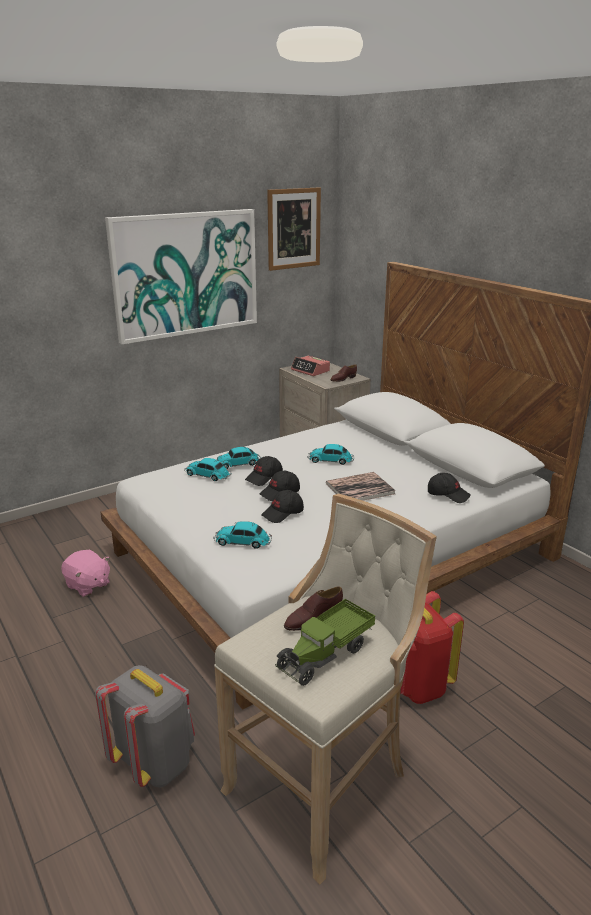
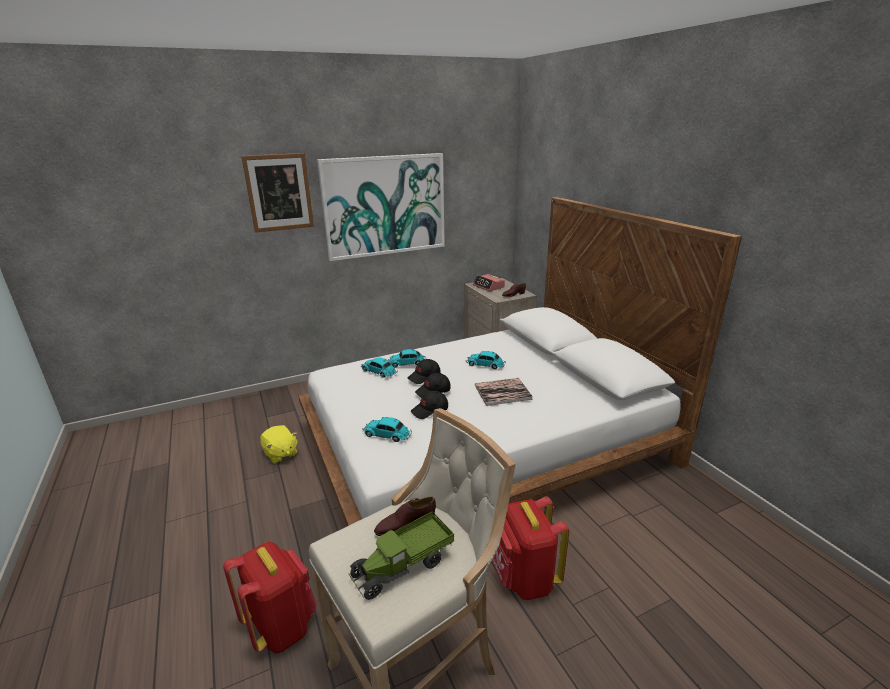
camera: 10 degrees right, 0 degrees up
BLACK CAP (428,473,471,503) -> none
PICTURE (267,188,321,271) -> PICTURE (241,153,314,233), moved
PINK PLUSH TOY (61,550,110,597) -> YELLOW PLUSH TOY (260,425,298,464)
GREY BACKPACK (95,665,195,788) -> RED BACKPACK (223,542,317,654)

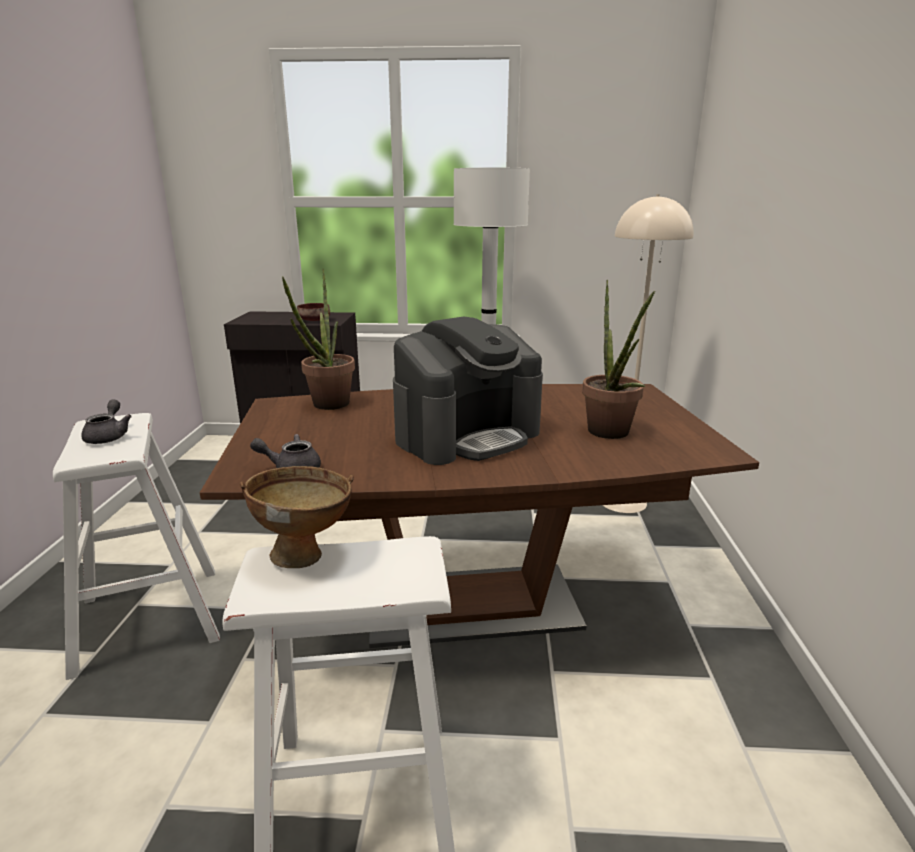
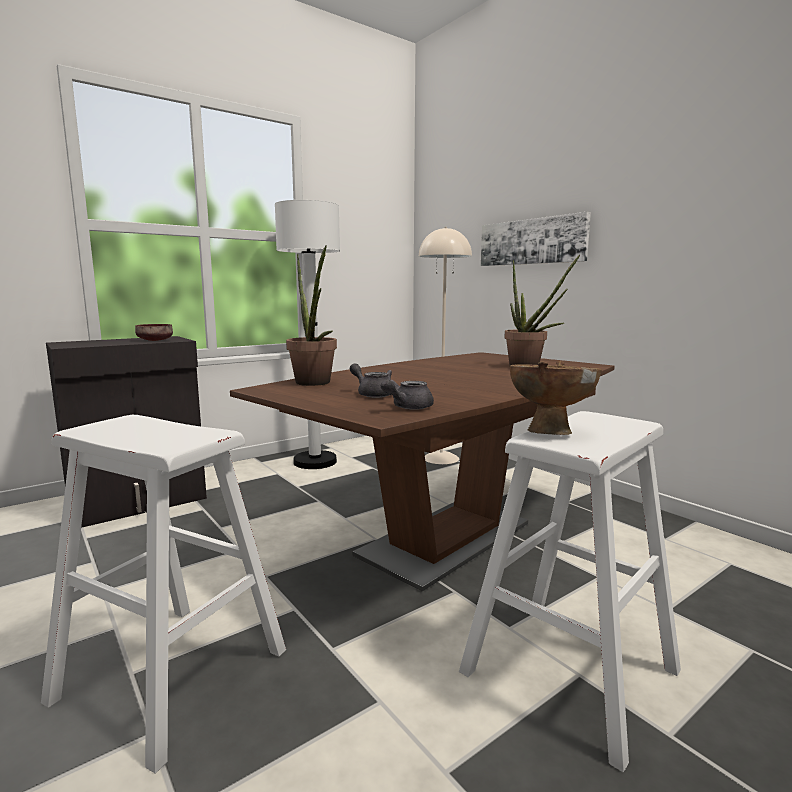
camera: 40 degrees left, 10 degrees down
COFFEE MACHINE (393,316,543,465) -> none
none -> PICTURE (481,212,591,266)
GREY TEAPOT (81,399,132,444) -> GREY TEAPOT (350,363,392,398), moved

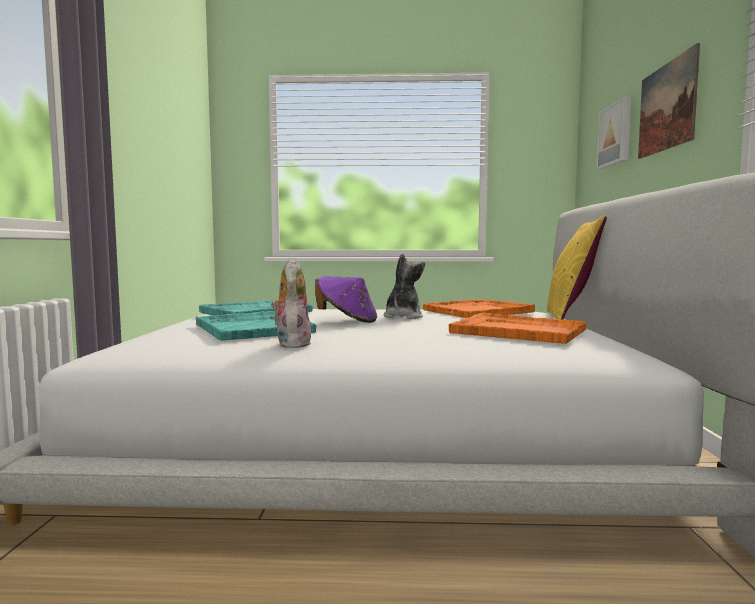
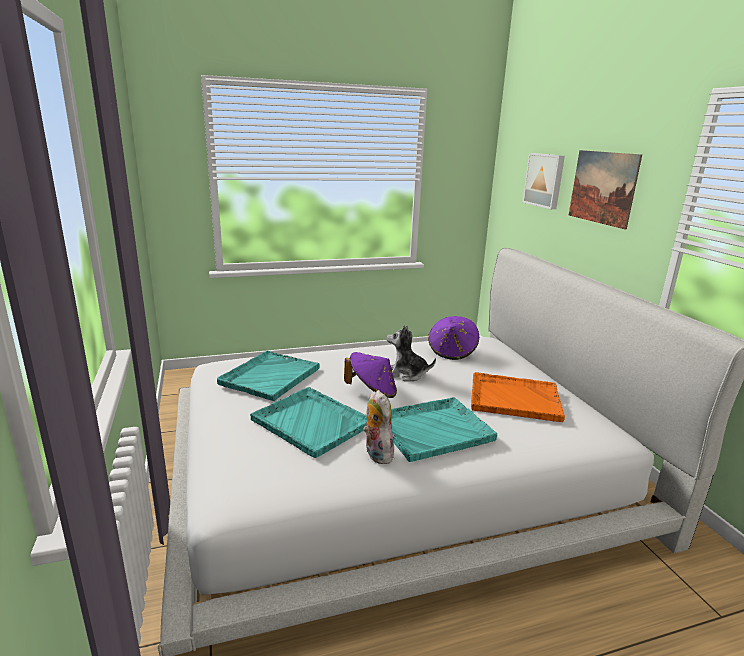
camera: 20 degrees left, 15 degrees up
YELLOW PILLOW (547,216,607,320) -> none
none -> TURQUOISE TRAY (391,397,497,462)
ORANGE TRAY (423,299,535,318) -> PURPLE HAT (428,316,479,360)
PLUSH TOY (384,254,425,319) -> PLUSH TOY (386,325,436,381), 75 degrees counterclockwise

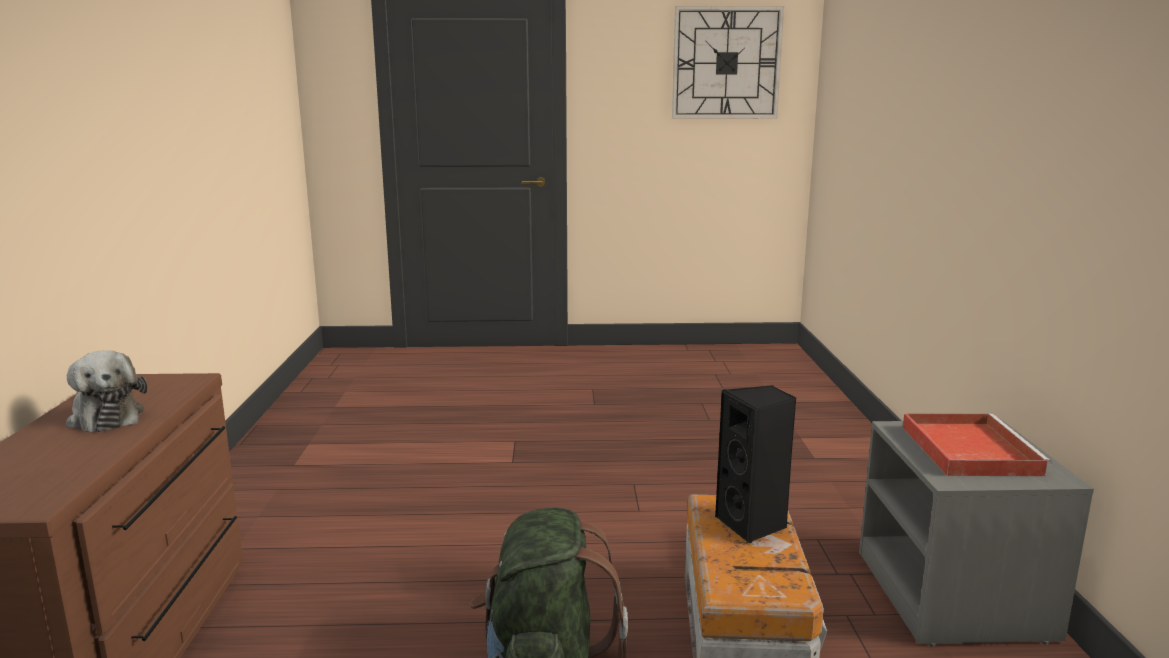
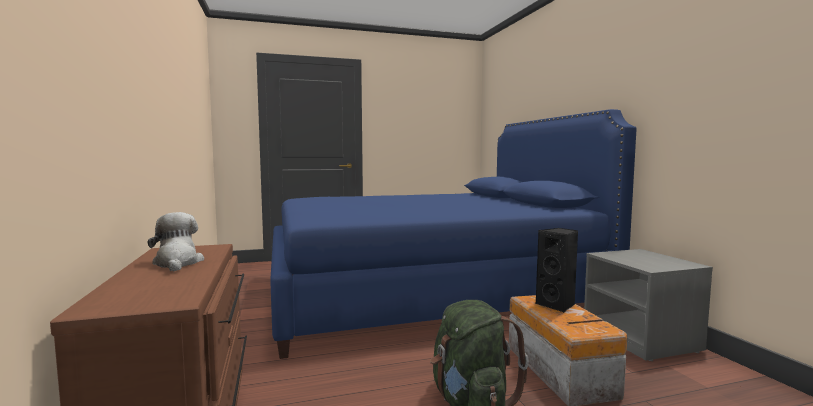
camera: 15 degrees left, 10 degrees down
WALL CLOCK (672,6,784,119) -> none
RED TRAY (903,413,1052,476) -> none
none -> BLUE BED (270,109,636,359)
PLUSH TOY (66,350,147,432) -> PLUSH TOY (147,212,204,272), 150 degrees counterclockwise

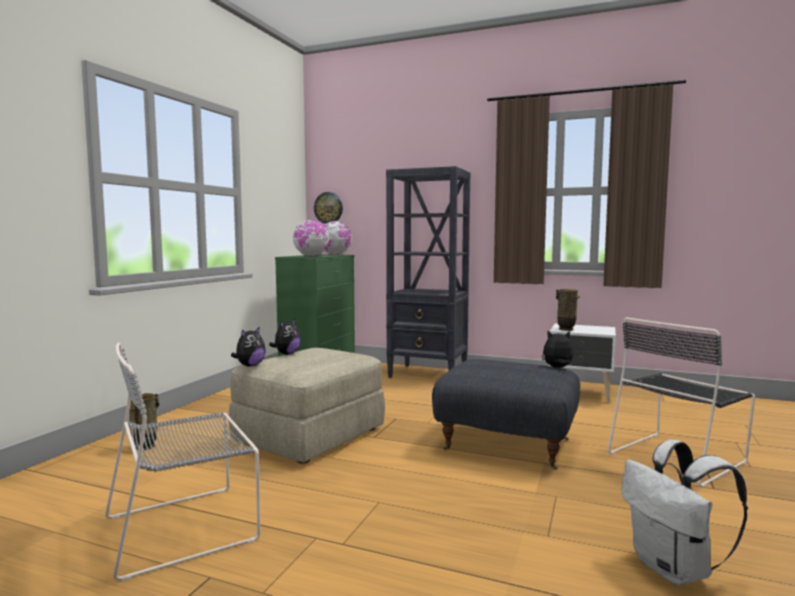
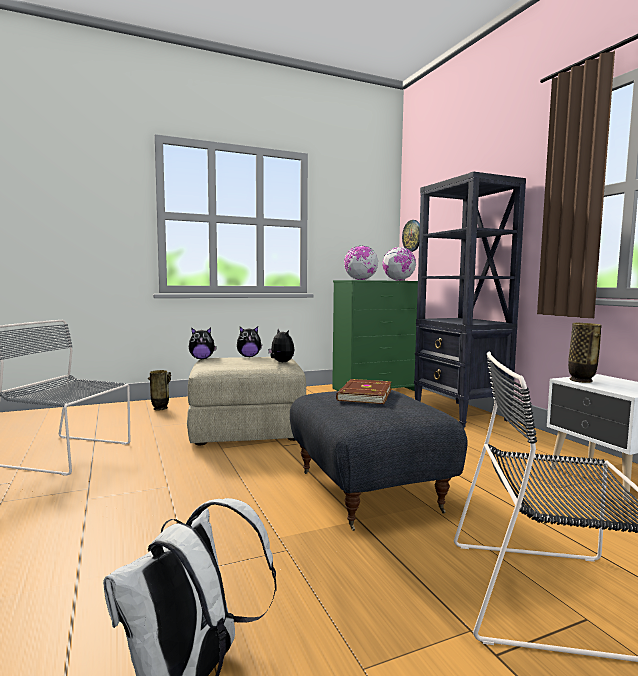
camera: 45 degrees right, 0 degrees up
none -> BROWN BOOK (336,379,391,404)
PLUSH TOY (542,330,573,368) -> PLUSH TOY (268,329,294,362), moved

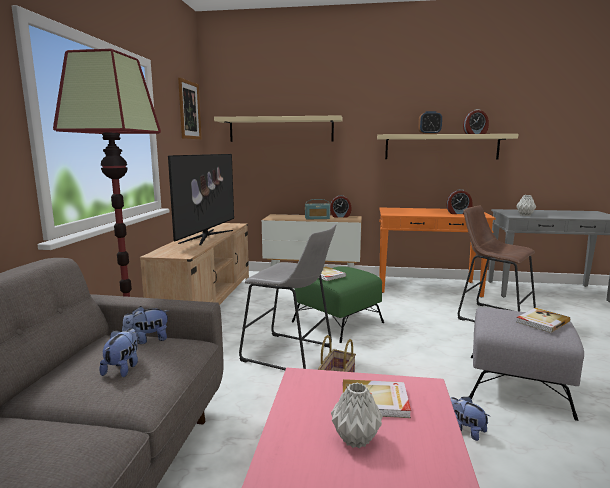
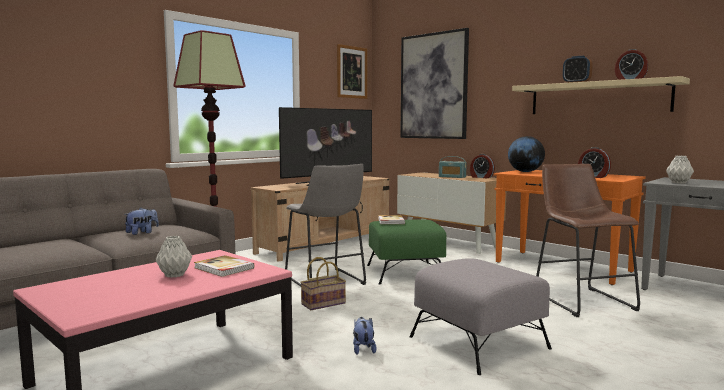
camera: 35 degrees right, 5 degrees down
PLUSH TOY (122,306,170,344) -> none
BOOK (516,308,570,333) -> none
none -> GLOBE (508,136,545,172)
BEIGE SHELF (214,115,343,142) -> PICTURE (400,28,469,139)

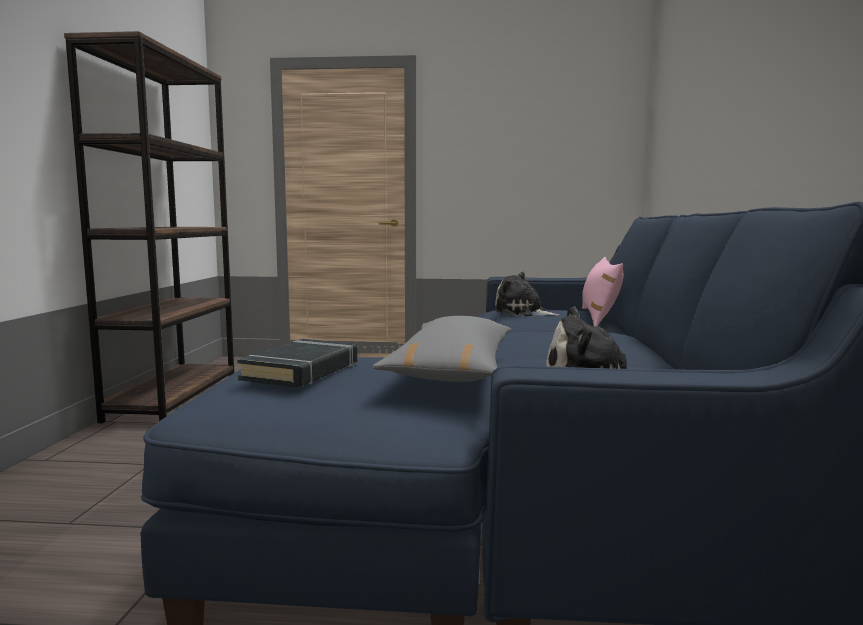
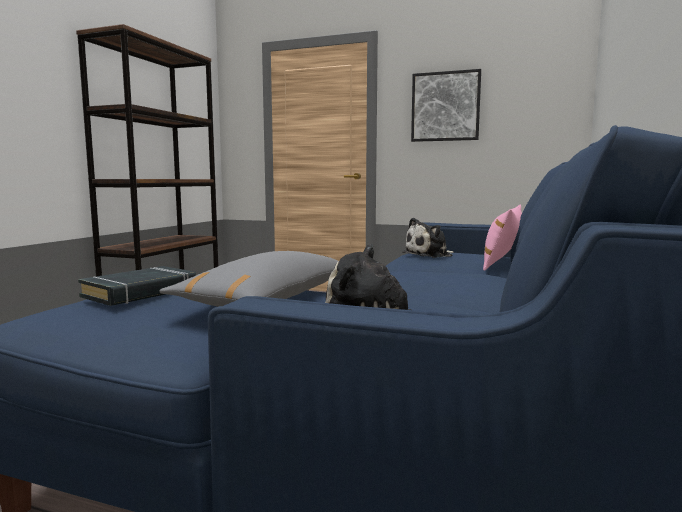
camera: 15 degrees right, 0 degrees up
none -> PICTURE (411,69,481,142)
PLUSH TOY (493,272,559,316) -> PLUSH TOY (402,218,454,258), 75 degrees counterclockwise

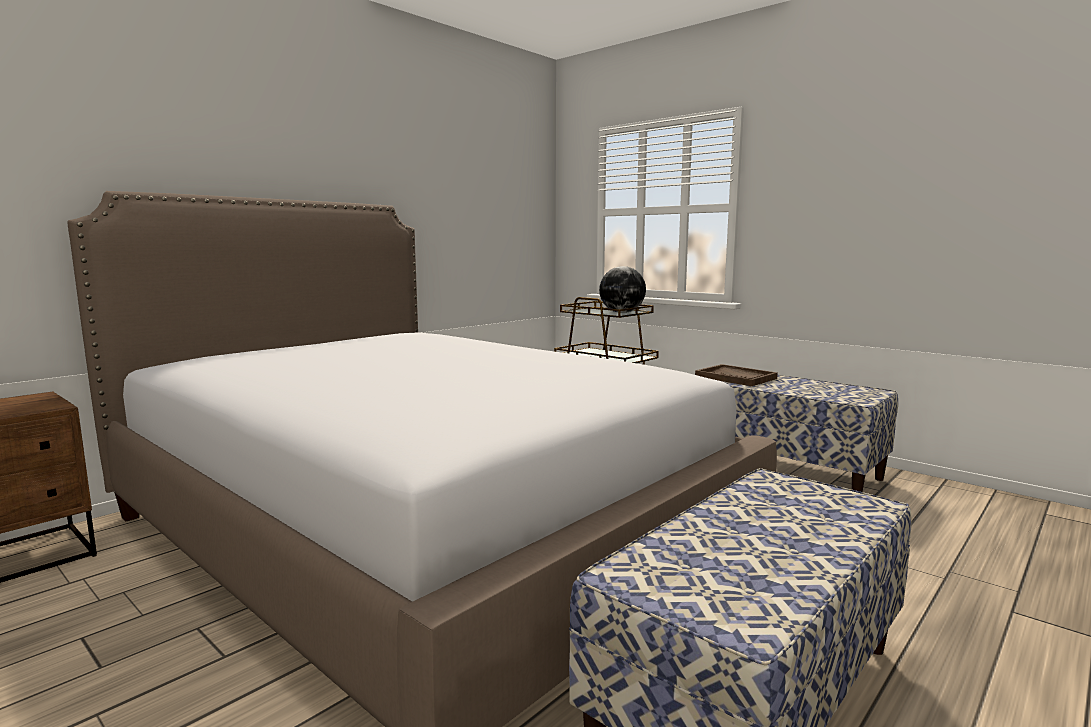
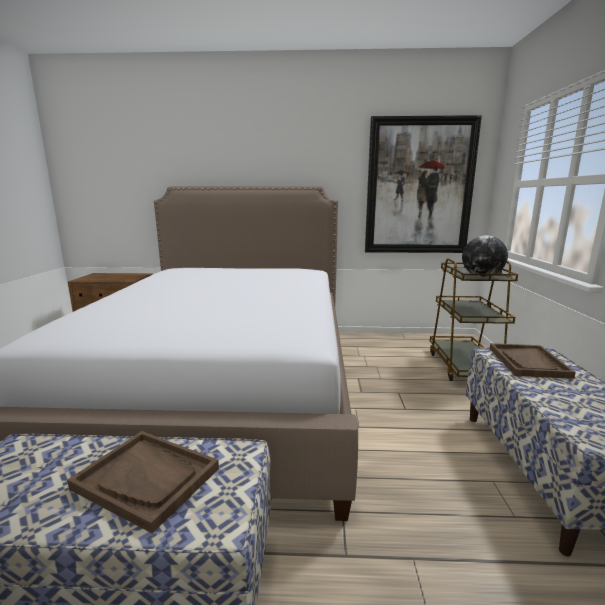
camera: 50 degrees right, 5 degrees up
none -> BROWN TRAY (67,431,219,533)
none -> PICTURE (365,115,482,253)

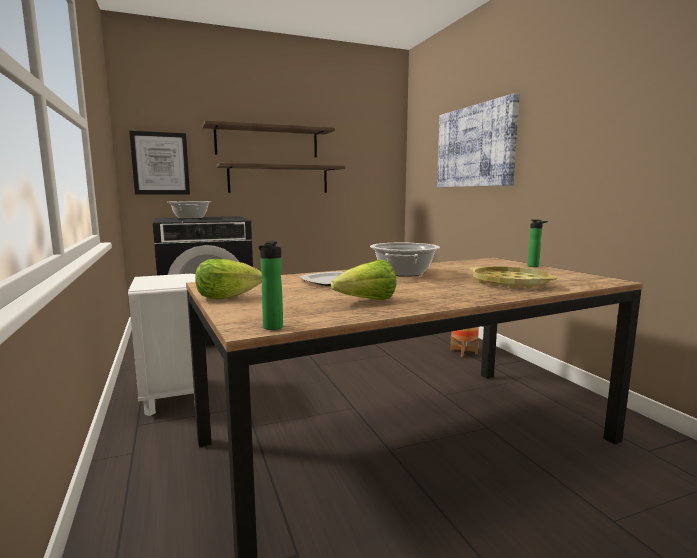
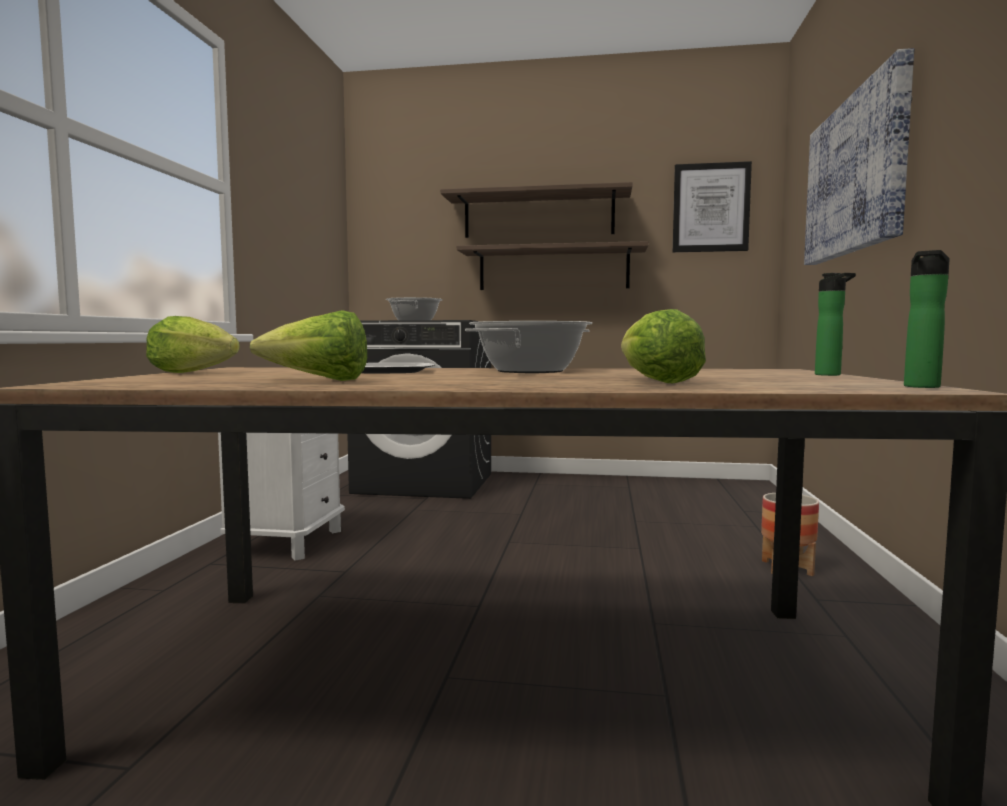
camera: 30 degrees right, 5 degrees down
PICTURE (129,131,190,195) -> PICTURE (673,161,752,252), moved
BOTTLE (259,241,283,330) -> BOTTLE (904,250,950,388), moved
YELLOW TRAY (470,266,558,289) -> LETTUCE (621,309,706,383)

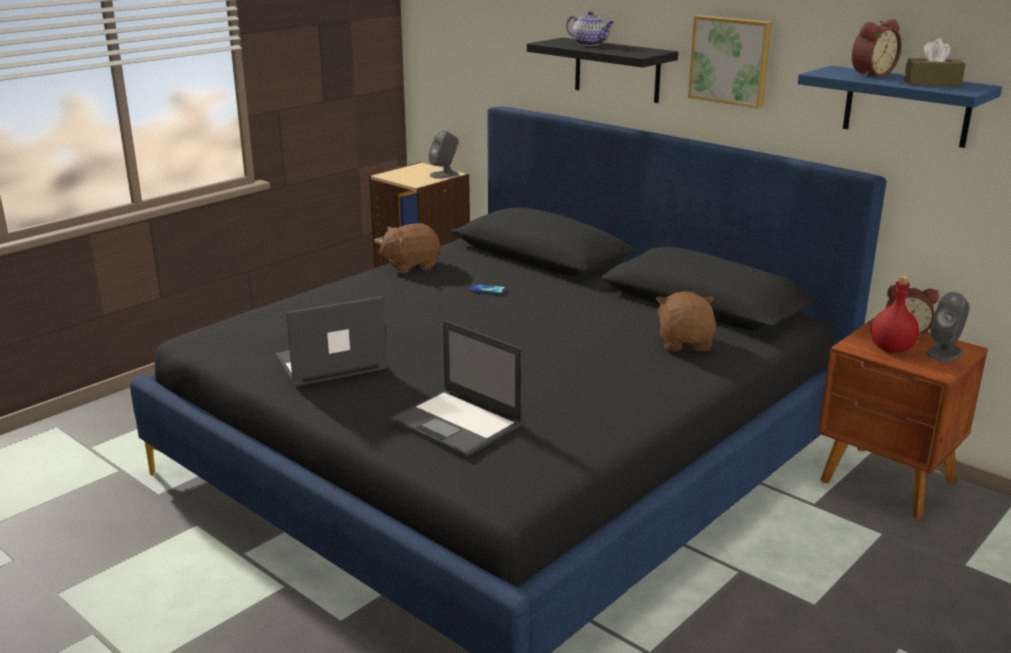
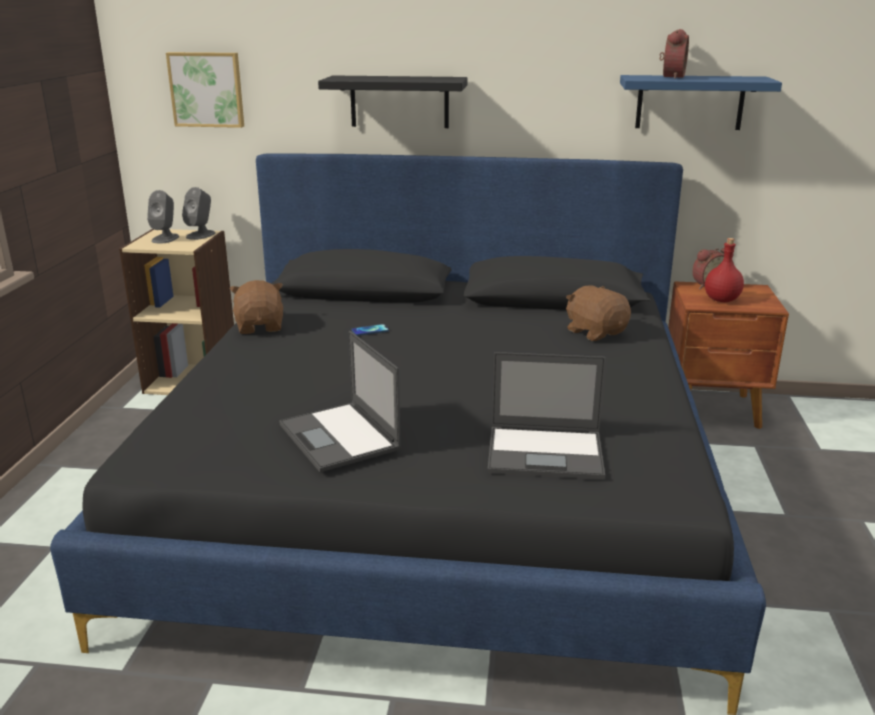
camera: 35 degrees left, 0 degrees up
TEAPOT (566,11,614,46) -> none
BROWN TISSUE BOX (904,38,966,86) -> none
PICTURE (688,15,772,109) -> PICTURE (166,52,244,128), moved
GREY SPEAKER (926,292,970,362) -> GREY SPEAKER (147,190,179,243), moved
LAPTOP (275,296,387,386) -> LAPTOP (279,331,402,472), 60 degrees counterclockwise
BROWN PLUSH TOY (378,223,440,273) -> BROWN PLUSH TOY (229,280,283,334), 135 degrees clockwise

